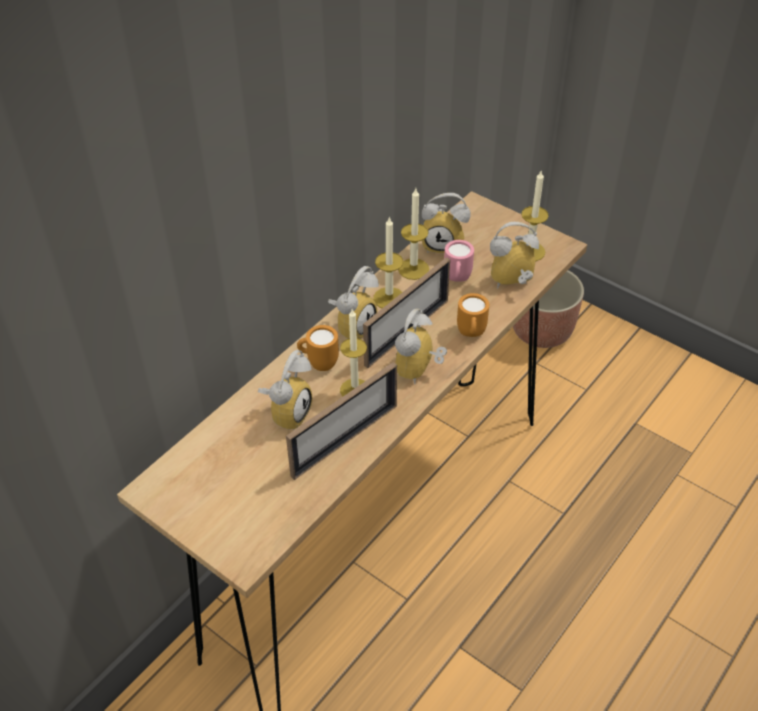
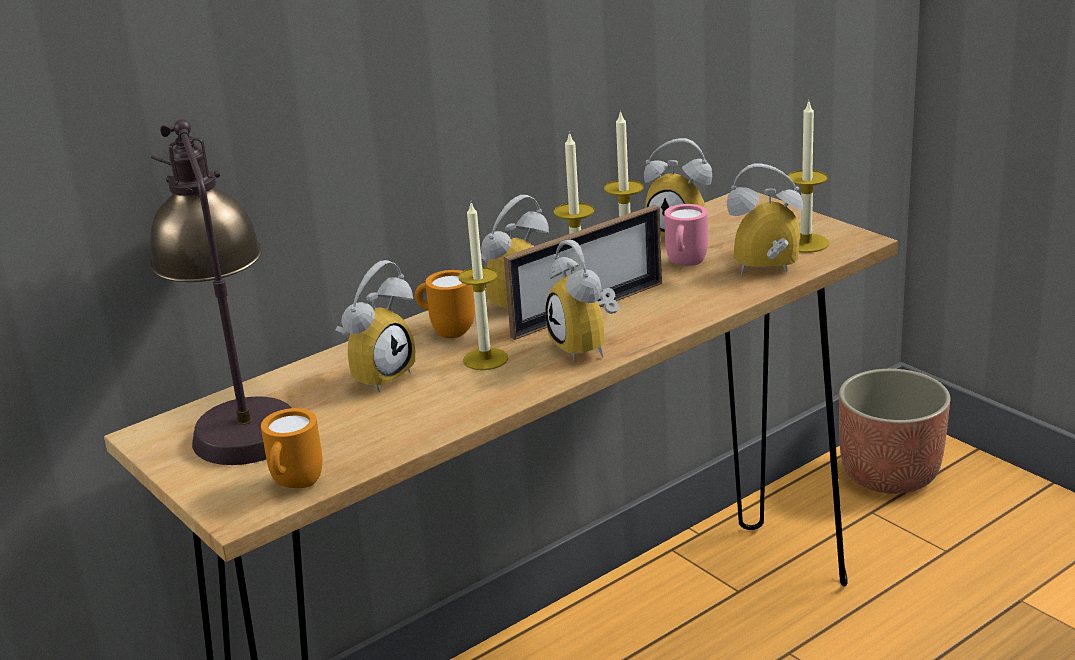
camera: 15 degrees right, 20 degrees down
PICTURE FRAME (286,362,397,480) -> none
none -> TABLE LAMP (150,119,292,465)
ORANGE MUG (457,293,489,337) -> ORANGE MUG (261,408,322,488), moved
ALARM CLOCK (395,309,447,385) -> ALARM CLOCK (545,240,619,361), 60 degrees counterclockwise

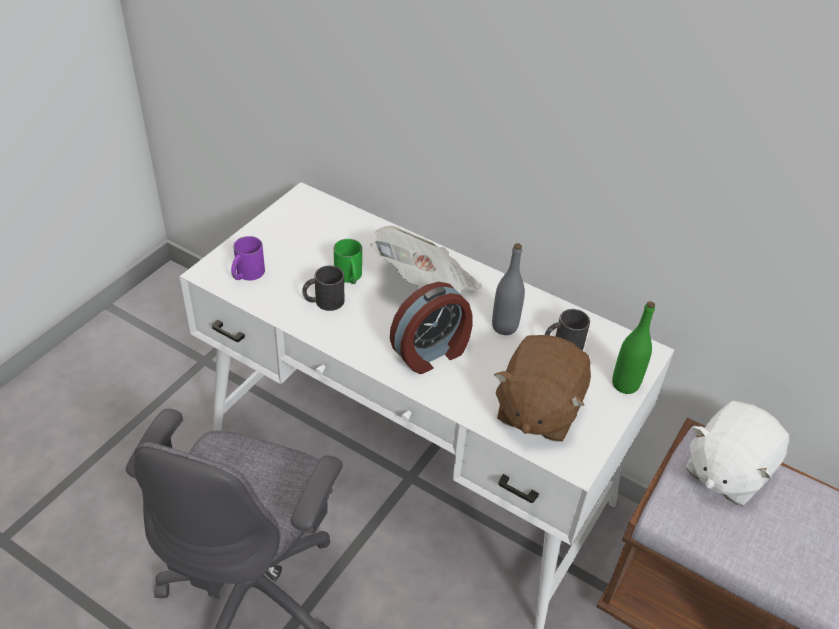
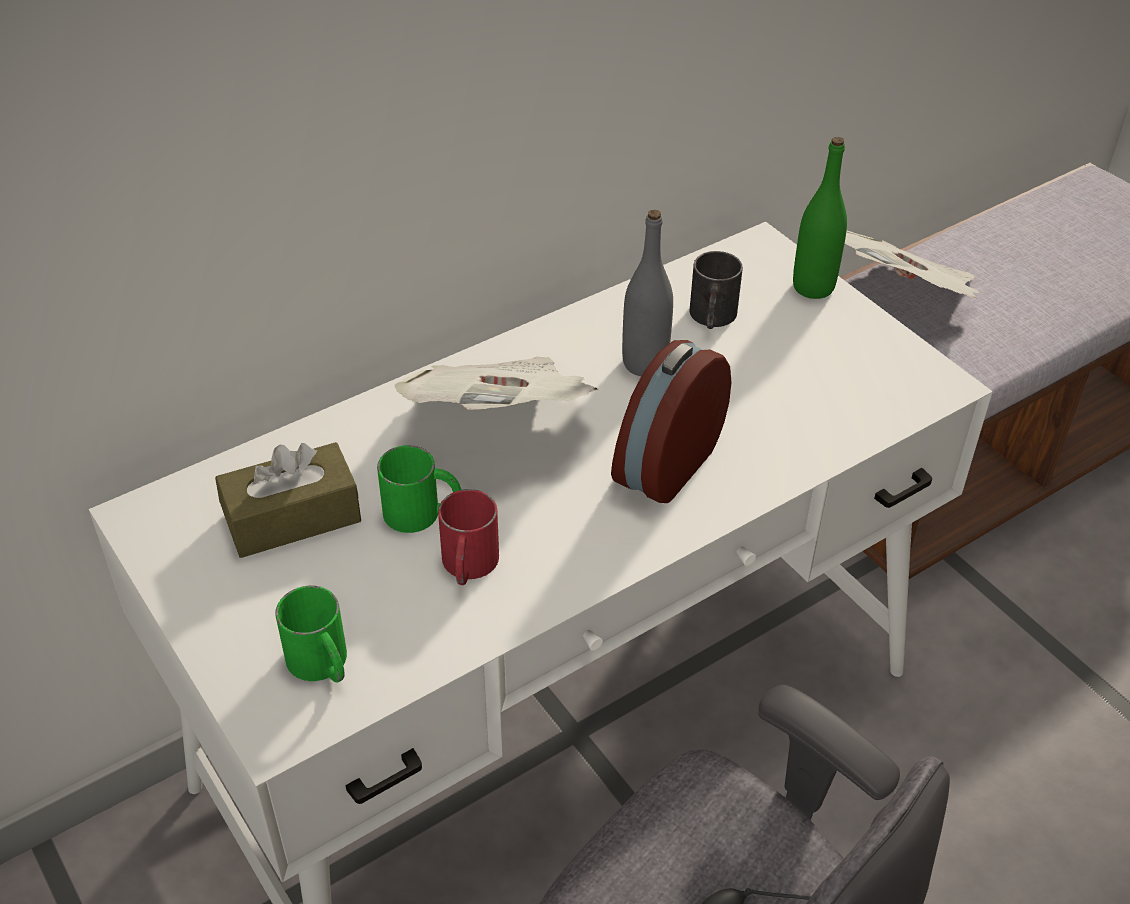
camera: 65 degrees left, 0 degrees up
BROWN PLUSH TOY (494,335,591,441) -> none
none -> BROWN TISSUE BOX (215,442,361,558)
WHITE PLUSH TOY (686,401,789,506) -> NEWSPAPER (845,231,979,299)
PURPLE MUG (231,236,265,280) -> GREEN MUG (275,586,347,683)
BLACK MUG (302,265,344,311) -> RED MUG (438,489,499,585)
ALARM CLOCK (390,282,473,374) -> ALARM CLOCK (611,340,731,503), 135 degrees counterclockwise

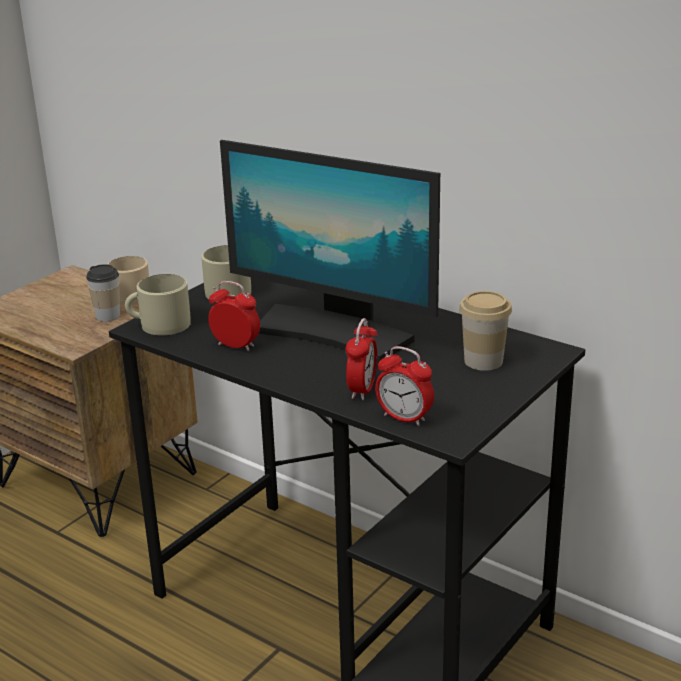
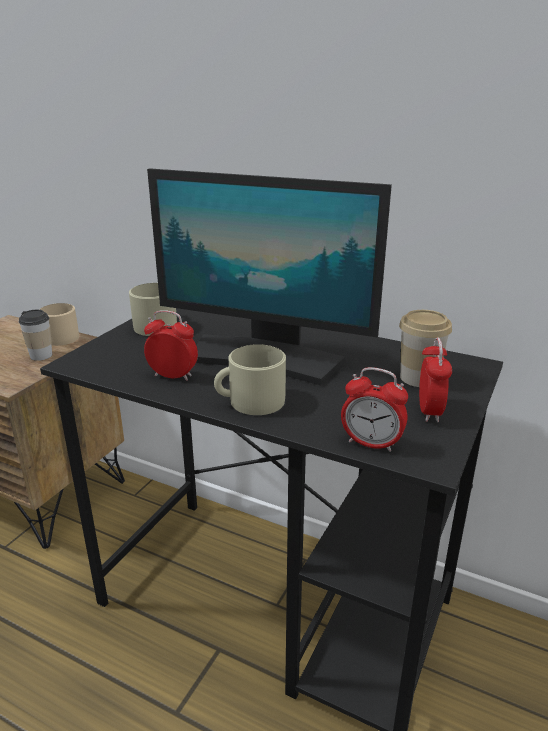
camera: 10 degrees left, 0 degrees up
BEIGE MUG (125,274,191,335) -> BEIGE MUG (214,344,286,415), moved
ALARM CLOCK (345,318,377,400) -> ALARM CLOCK (419,337,452,422), moved

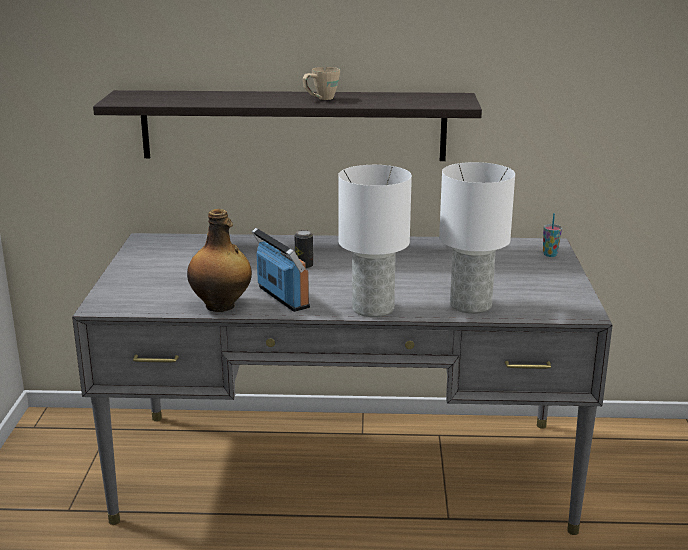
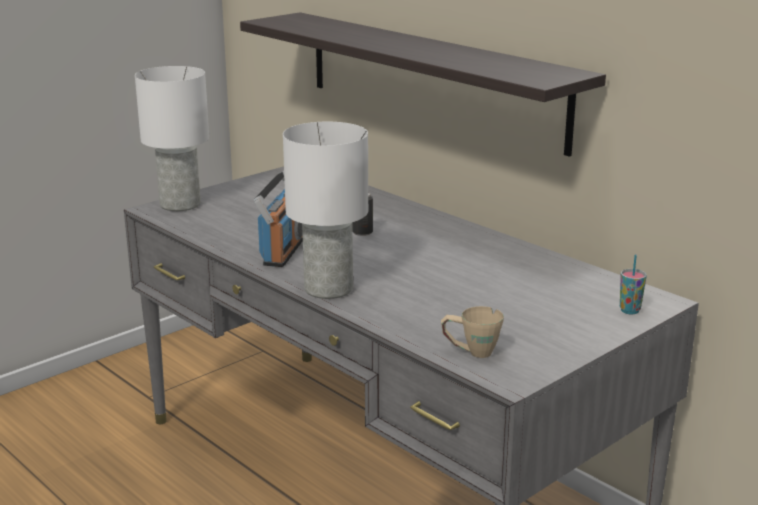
camera: 45 degrees right, 0 degrees up
BOTTLE (187,209,252,312) -> none
BEIGE MUG (303,67,340,100) -> BEIGE MUG (441,306,504,358), moved
WHITE TABLE LAMP (439,162,515,314) -> WHITE TABLE LAMP (135,66,209,211), moved

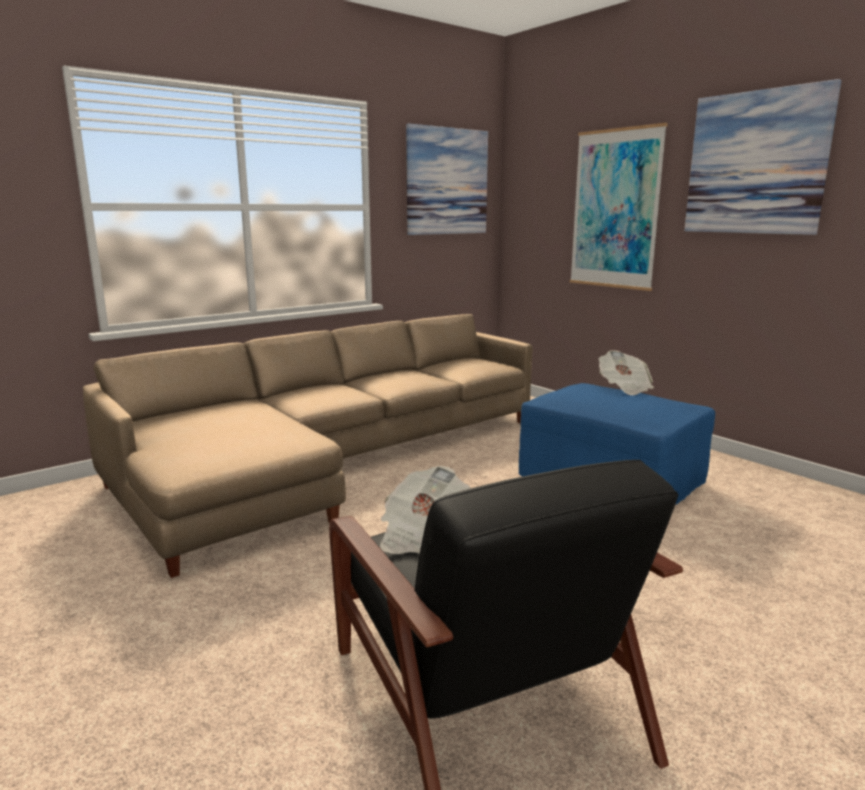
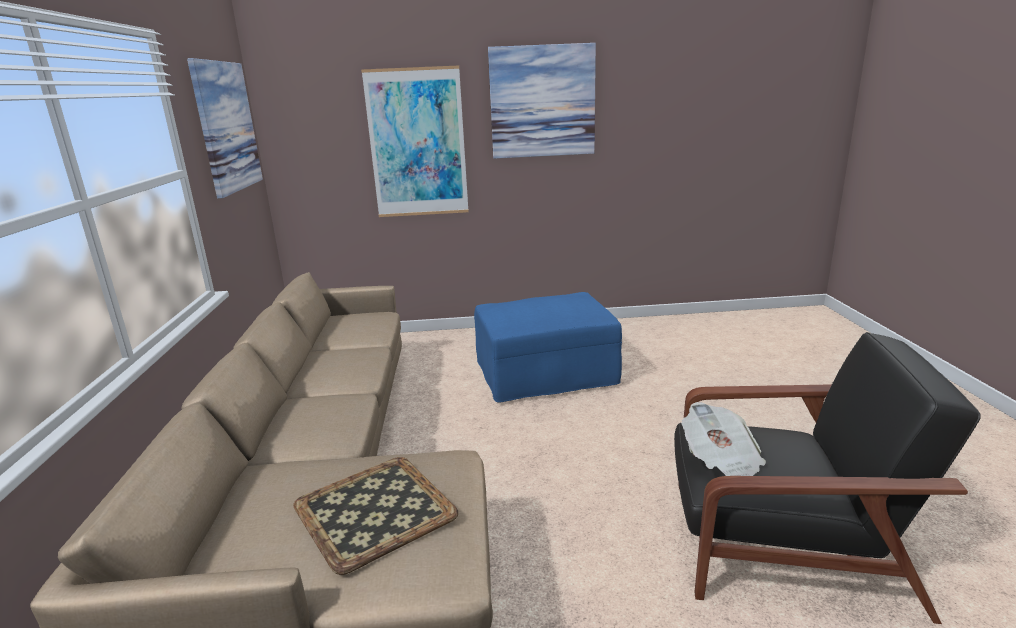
camera: 55 degrees left, 5 degrees up
NEWSPAPER (599,350,654,395) -> none
none -> TRAY (293,457,458,575)

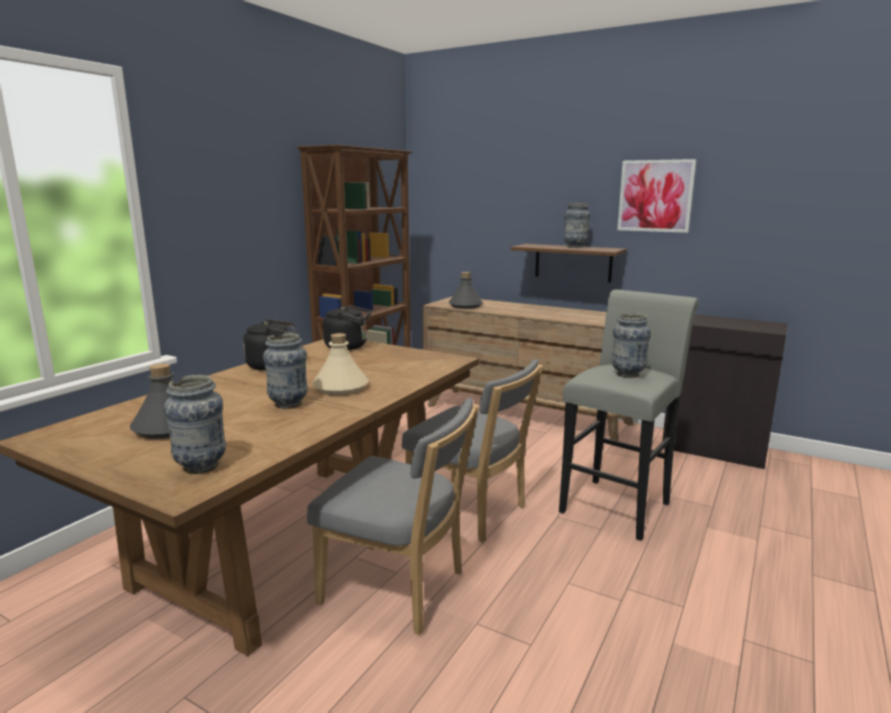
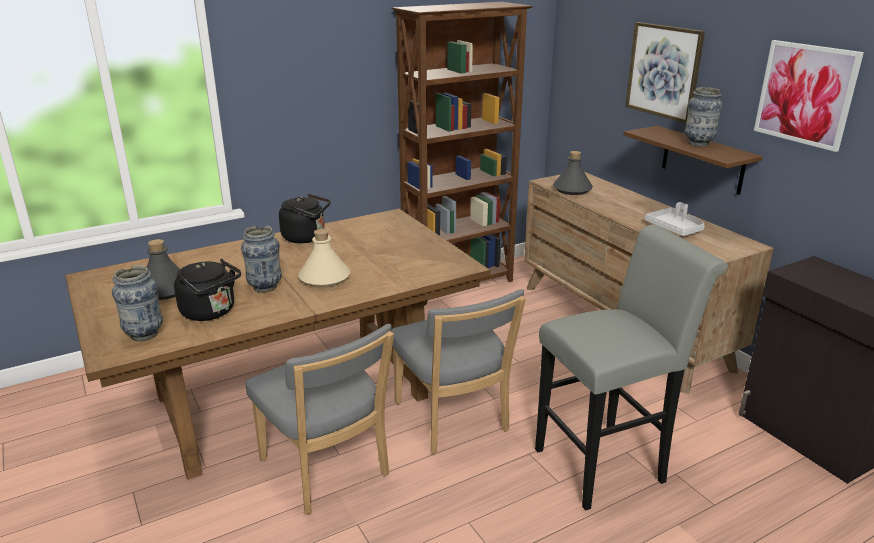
camera: 30 degrees right, 10 degrees up
VASE (612,313,651,378) -> none
none -> PICTURE (625,22,705,123)
none -> GREY TRAY (645,202,705,236)
BLACK KETTLE (323,305,372,350) -> BLACK KETTLE (174,259,241,321), moved

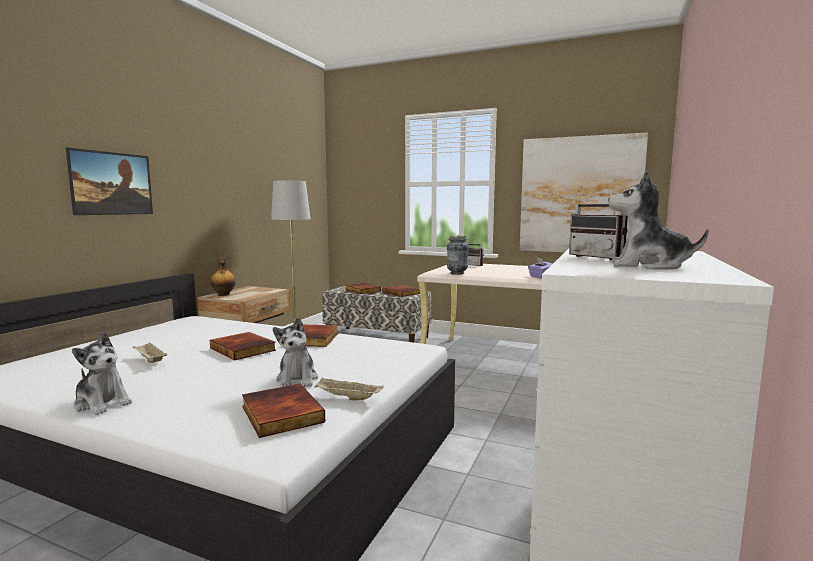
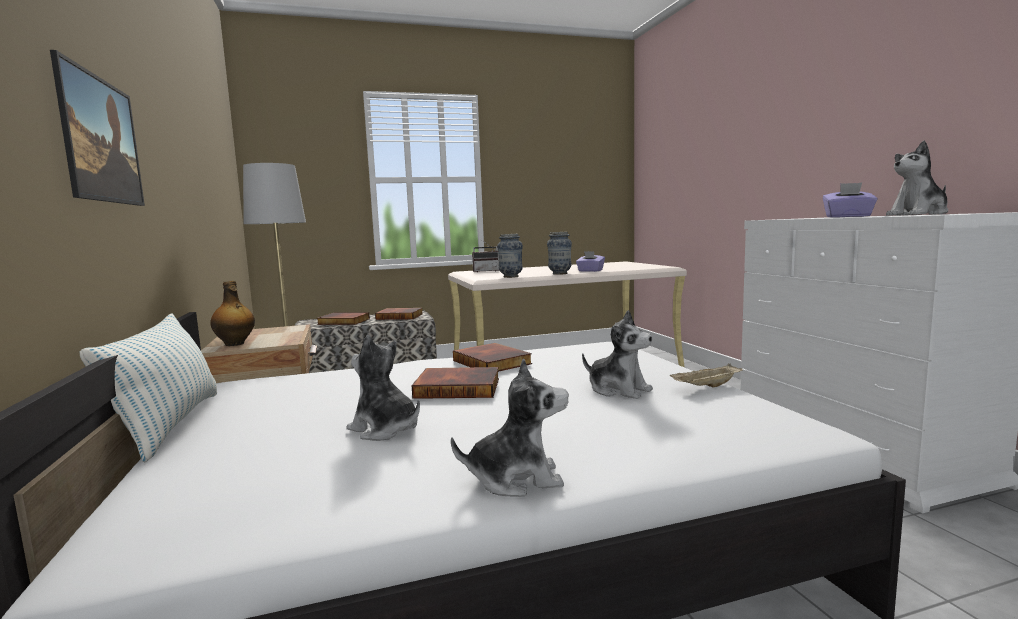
camera: 40 degrees left, 0 degrees up
BOOK (242,384,325,438) -> none
PICTURE (520,133,648,252) -> none
none -> PILLOW (80,314,217,462)
none -> VASE (547,232,572,275)
BEIGE TRAY (133,343,167,363) -> PLUSH TOY (347,335,420,441)
RADIO (569,190,628,260) -> PURPLE TISSUE BOX (823,182,877,218)

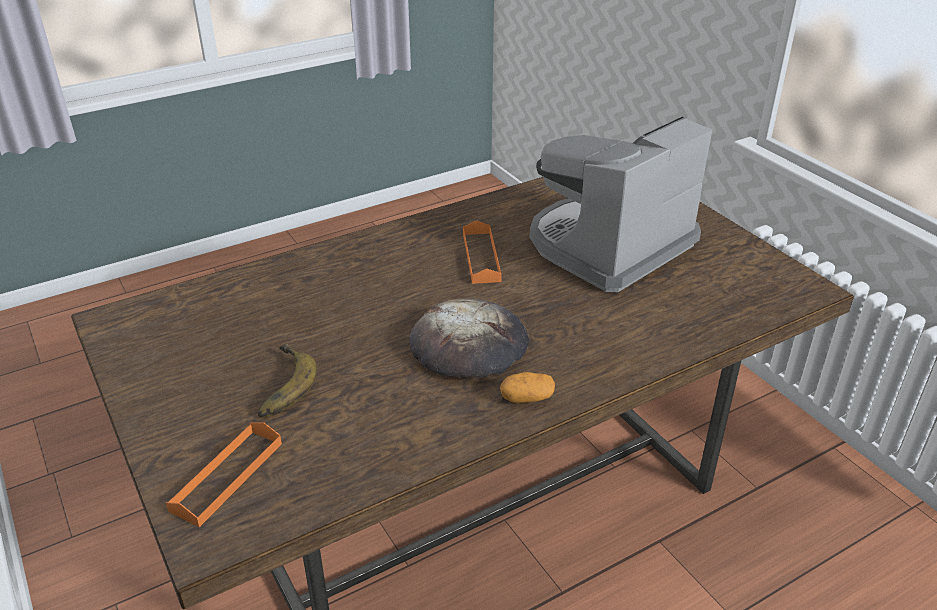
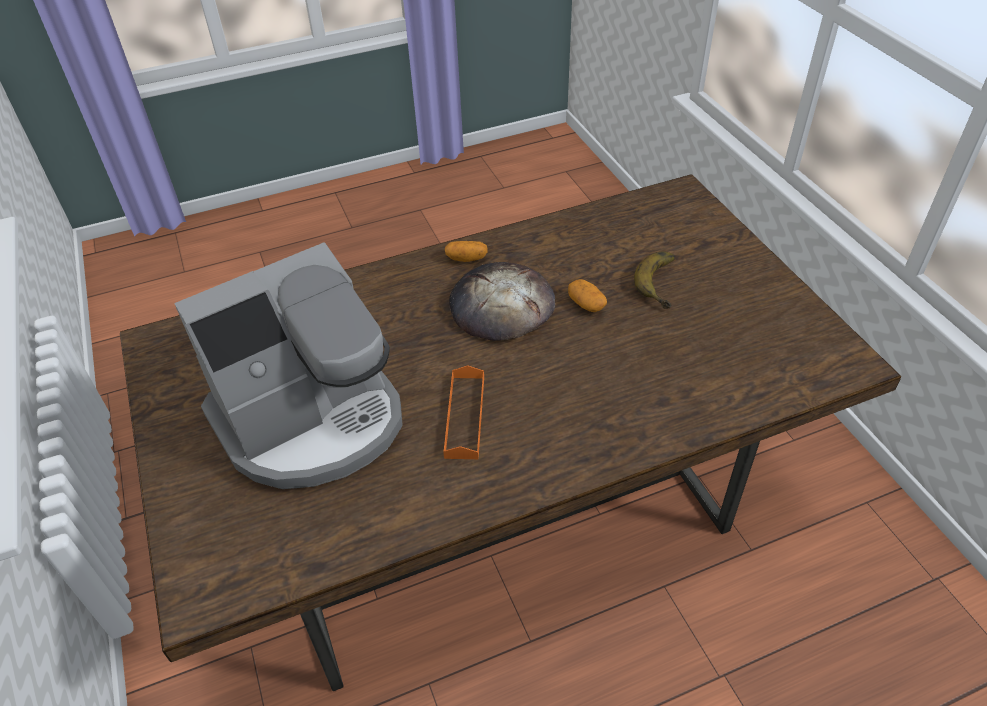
camera: 170 degrees left, 10 degrees up
ORANGE TRAY (166,422,282,527) -> none
none -> POTATO (568,279,607,312)

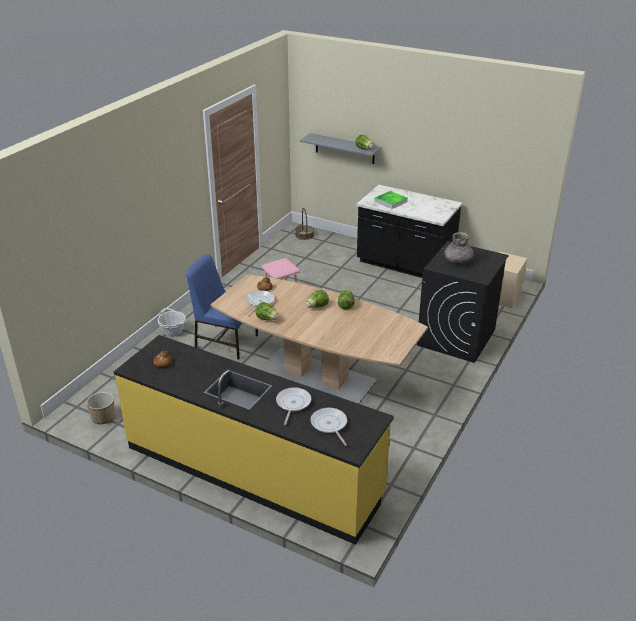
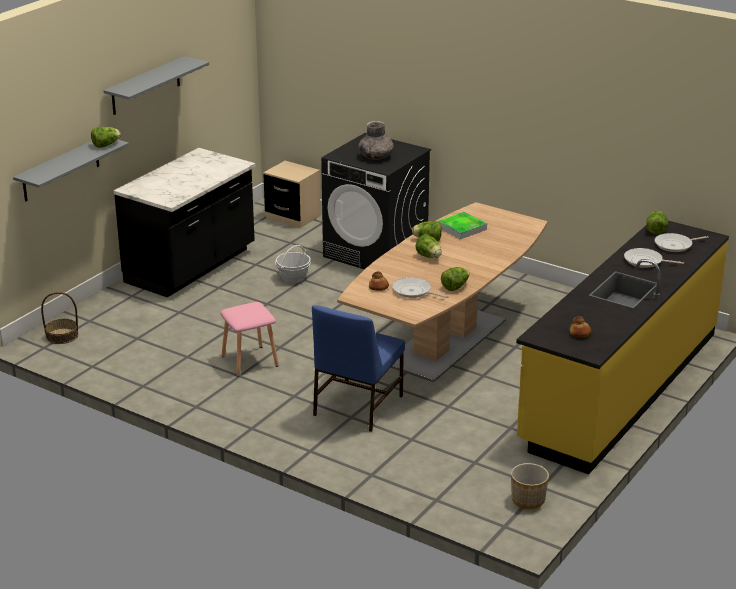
camera: 85 degrees left, 5 degrees down
none -> GREY SHELF (103,56,209,115)
none -> LETTUCE (646,211,668,235)
BASKET (158,308,186,337) -> BASKET (275,245,311,283), moved
TRAY (374,191,408,209) -> TRAY (438,212,487,239), moved

